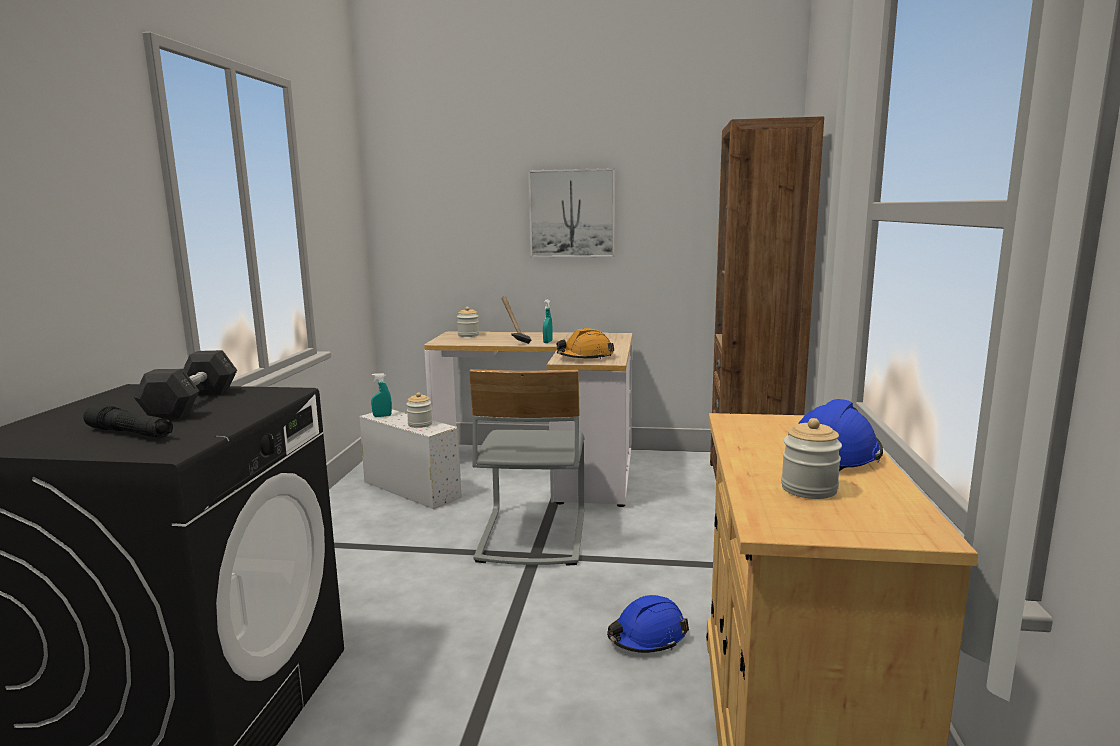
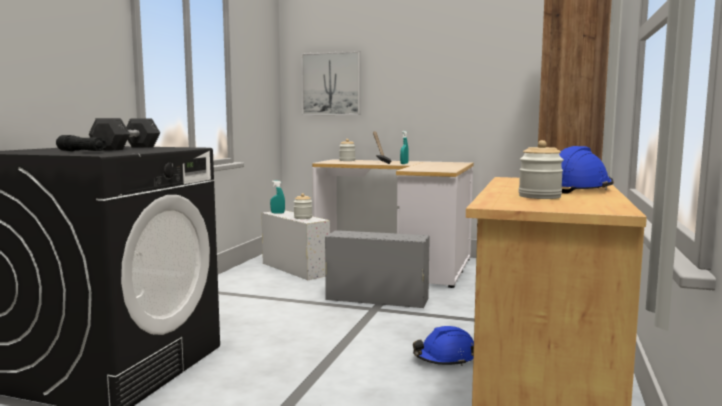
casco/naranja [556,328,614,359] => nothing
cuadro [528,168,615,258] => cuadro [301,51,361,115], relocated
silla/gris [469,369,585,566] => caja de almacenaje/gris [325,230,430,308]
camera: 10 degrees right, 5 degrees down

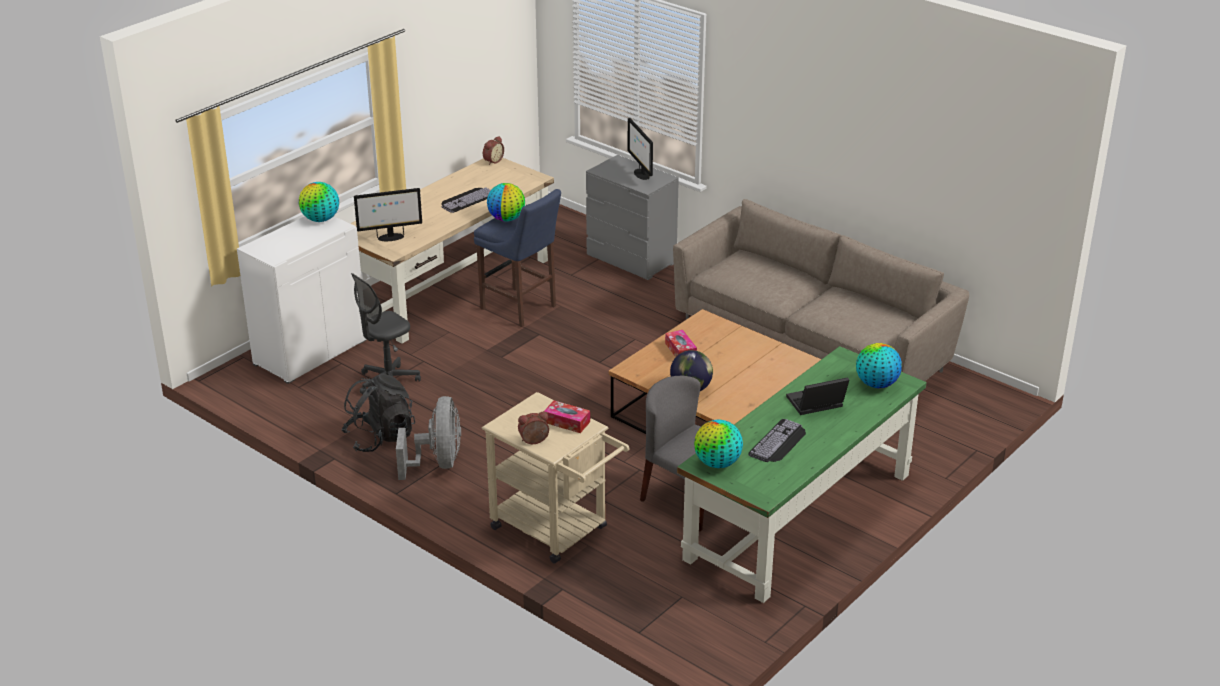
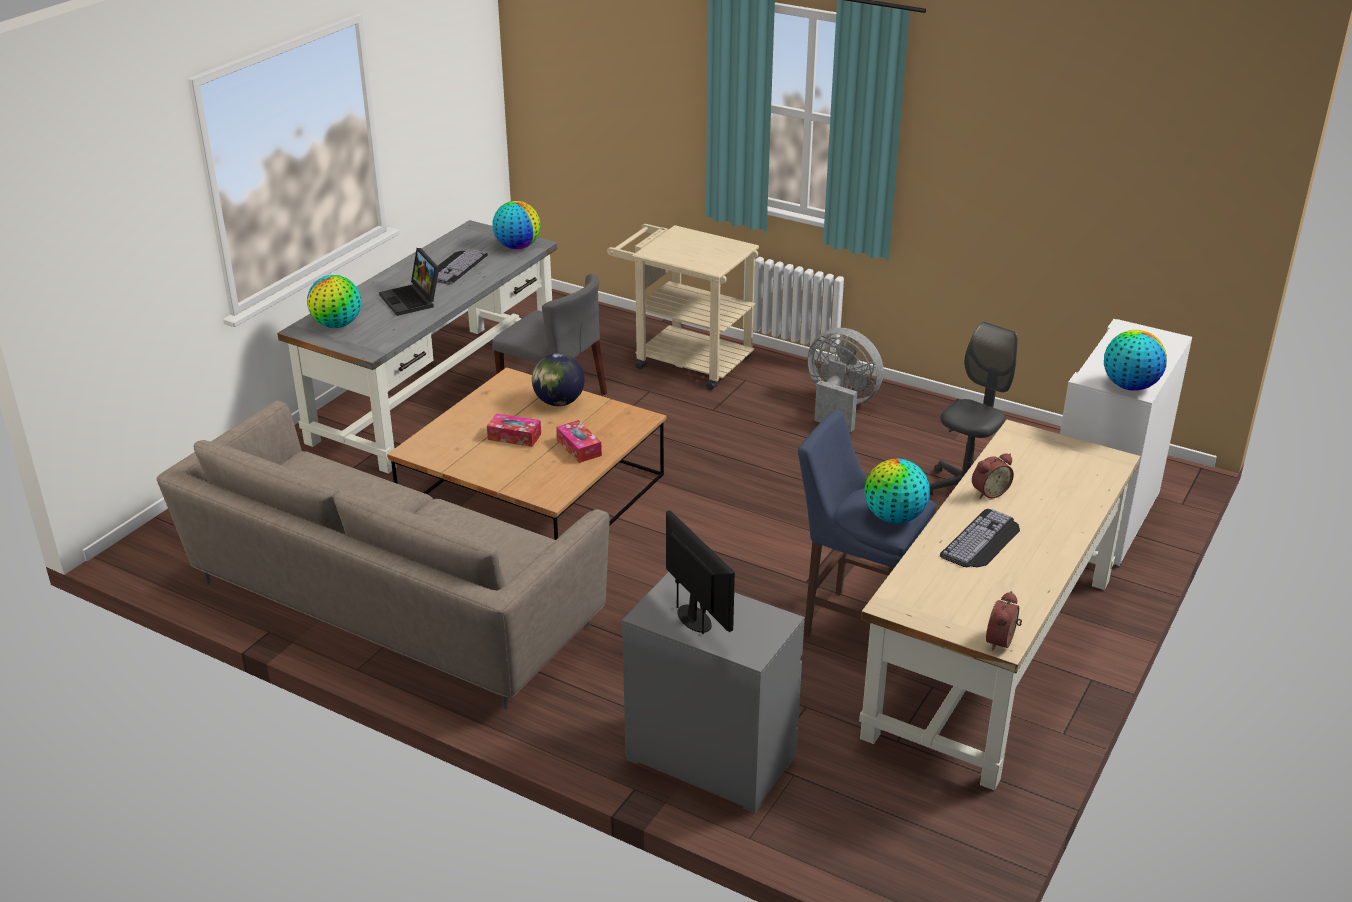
mochila/negro [342,373,415,452] => nothing
monitor [354,188,422,241] => nothing
despertador [518,412,549,444] => despertador [972,453,1014,499], relocated
caja de pañuelos [544,400,590,433] => caja de pañuelos [487,413,541,447], relocated
escritorio/verde [677,346,927,603] => escritorio/gris [277,220,557,474]
ventilador/gris [396,396,461,480] => ventilador/gris [807,328,884,432], 135 degrees clockwise
portátil [786,377,849,415] => portátil [379,248,439,316], 90 degrees clockwise
camera: 170 degrees right, 0 degrees up

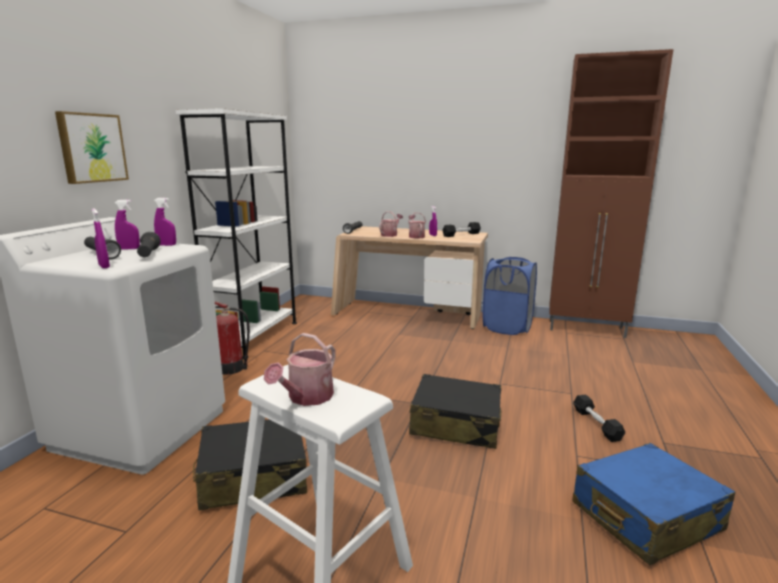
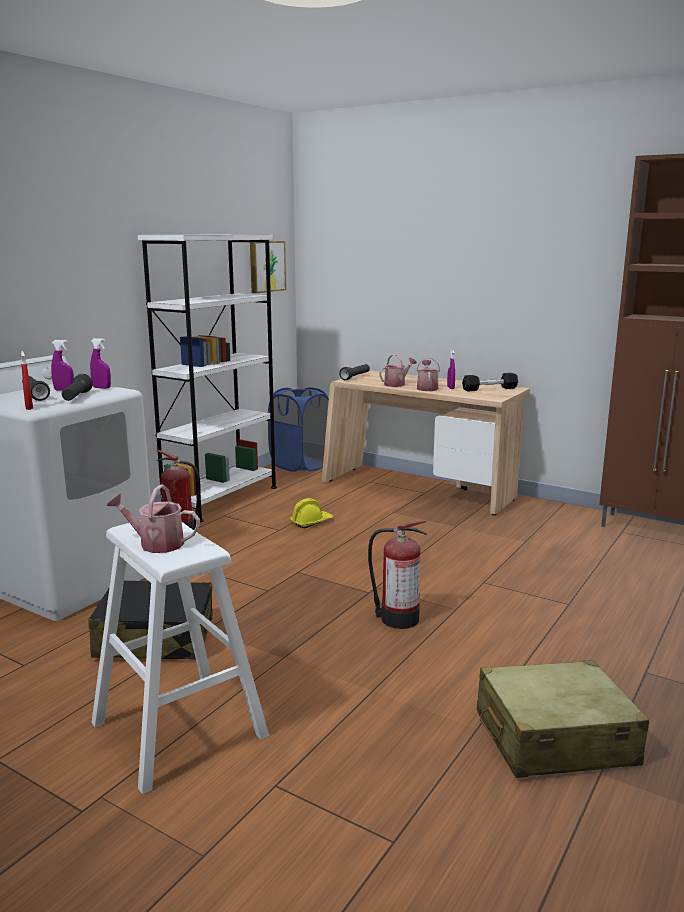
mancuerna/negro [573,395,625,442] => nothing
nothing => casco/amarillo [290,498,333,528]
cuadro [55,111,129,184] => cuadro [250,241,286,293], relocated
cesto de la ropa/azul [483,257,537,335] => cesto de la ropa/azul [268,387,329,472], relocated
maleta/negro [409,374,501,449] => extintor [368,520,427,629]
pulverizador/morado [92,209,110,268] => pulverizador/rojo [21,351,33,410]
maleta/azul [572,443,735,565] => maleta/beis [477,660,649,778]
regadera [264,333,336,406] => regadera [106,484,200,553], 60 degrees clockwise
camera: 15 degrees right, 0 degrees up

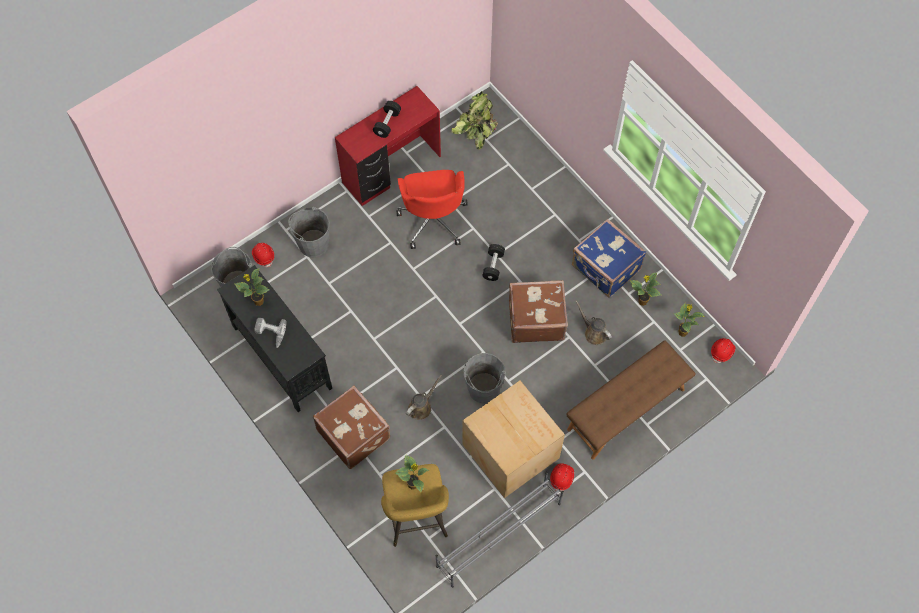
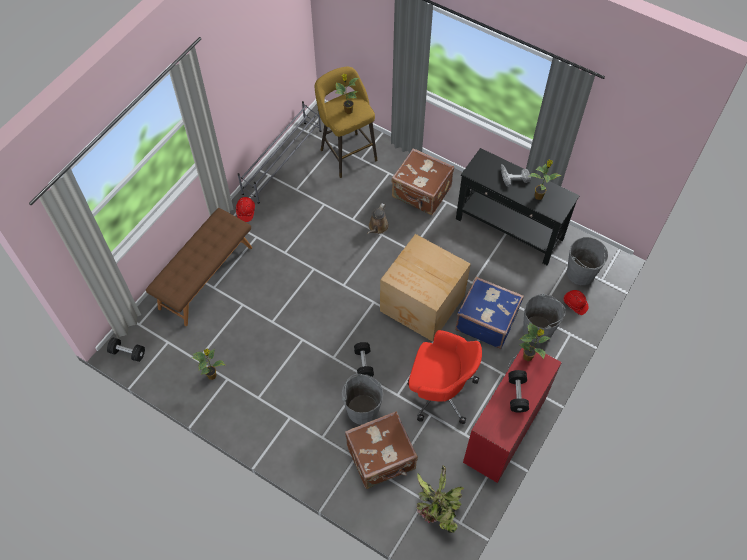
regadera/marrón [575,300,612,345] => nothing
caja de cartón [462,381,565,498] => caja de cartón [380,234,471,342], relocated
cubo/gris [463,353,506,403] => cubo/gris [342,374,383,425], relocated
maleta/marrón [509,280,568,343] => maleta/marrón [345,411,418,489], relocated
maleta/azul [572,219,646,298] => maleta/azul [455,276,524,349], relocated
planta en maceta [674,303,705,337] => planta en maceta [519,322,551,361], relocated
casco/rojo [711,338,736,363] => mancuerna/negro [107,338,145,362]
silla de oficina/rojo [396,170,468,249] => silla de oficina/rojo [408,330,482,424], 135 degrees clockwise
camera: 160 degrees right, 5 degrees down

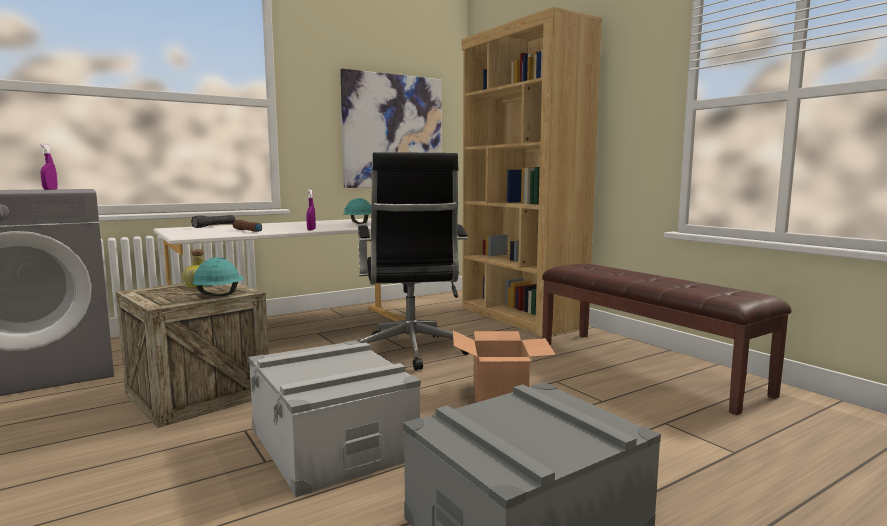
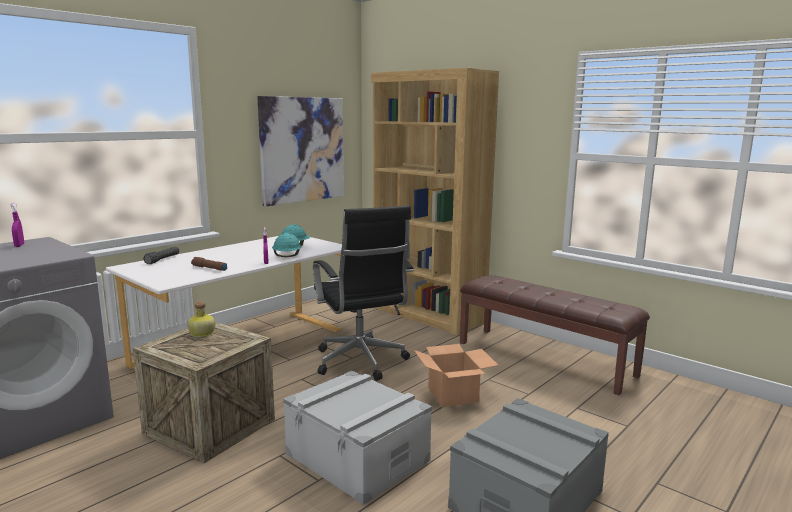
casco/turquesa [192,257,244,296] => casco/turquesa [272,233,302,257], relocated
camera: 15 degrees left, 5 degrees up

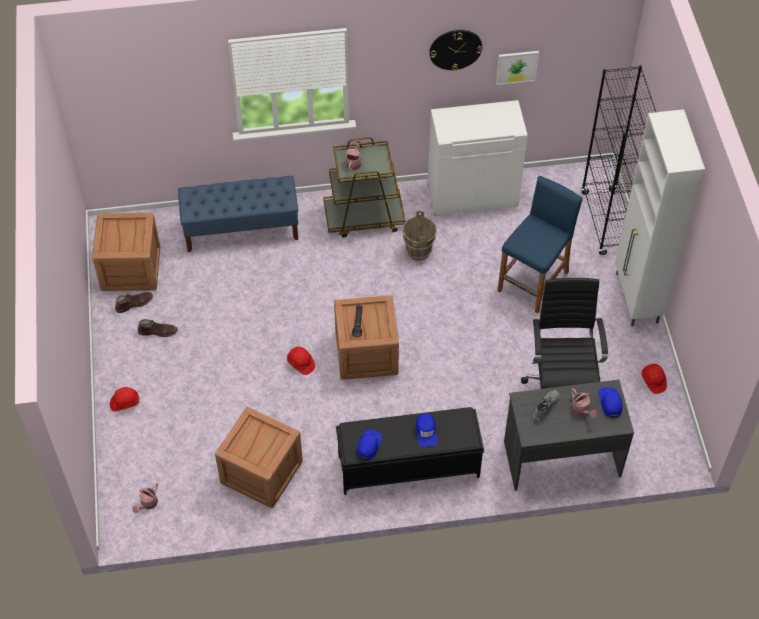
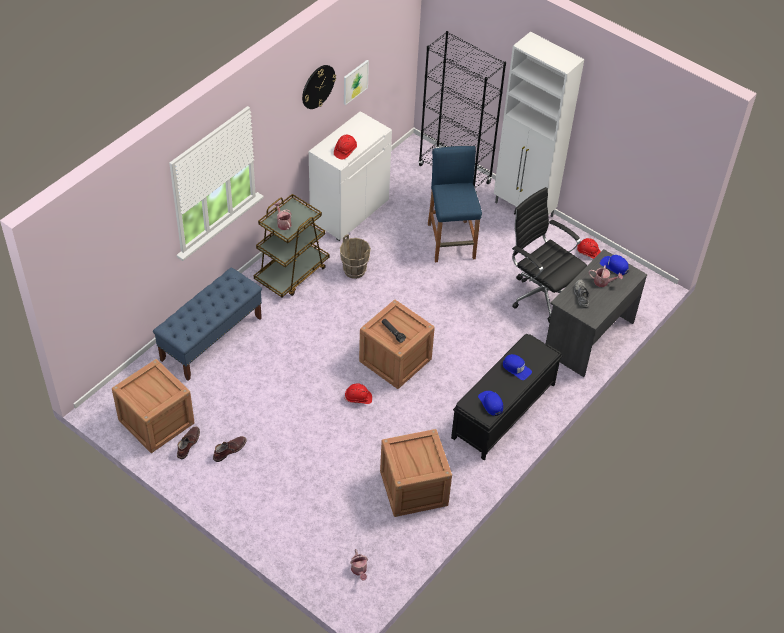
casco/rojo [110,387,140,411] => casco/rojo [334,135,357,160], relocated
camera: 45 degrees left, 5 degrees down

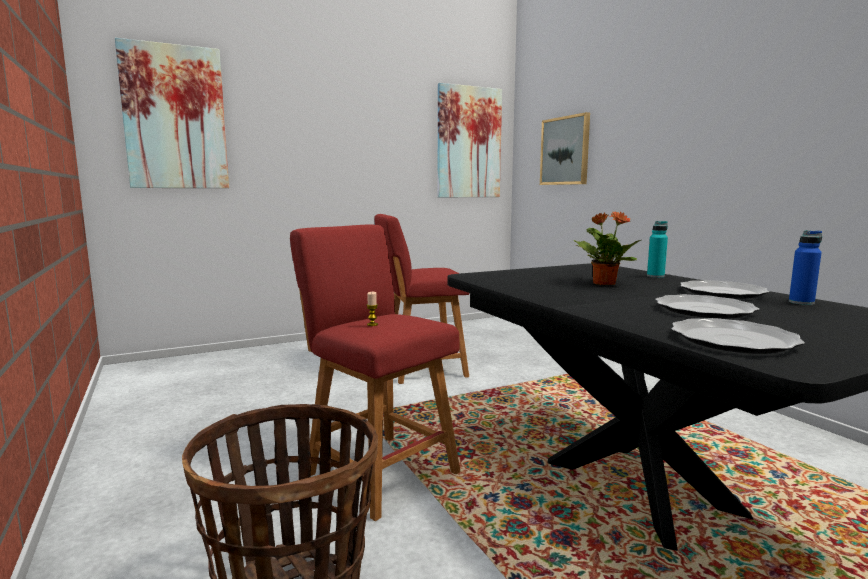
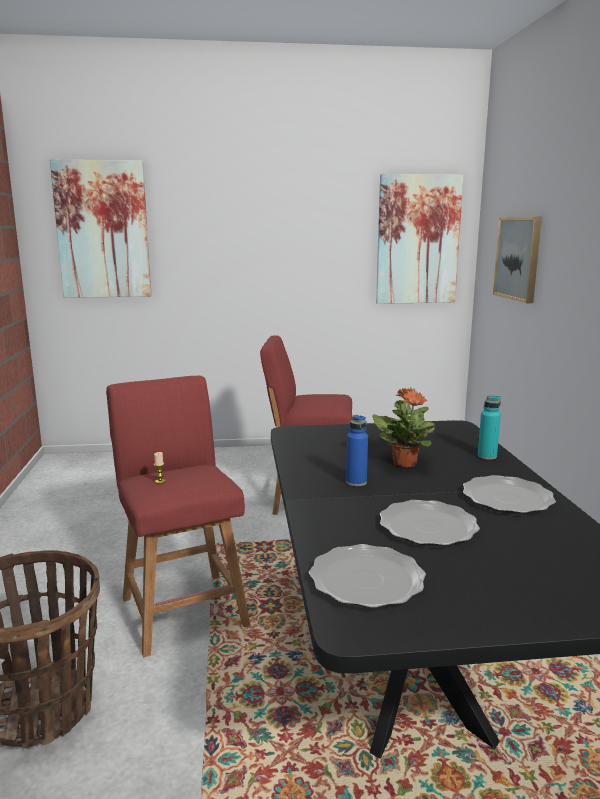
botella/azul [789,230,822,305] => botella/azul [346,415,368,486], relocated
camera: 20 degrees right, 5 degrees up

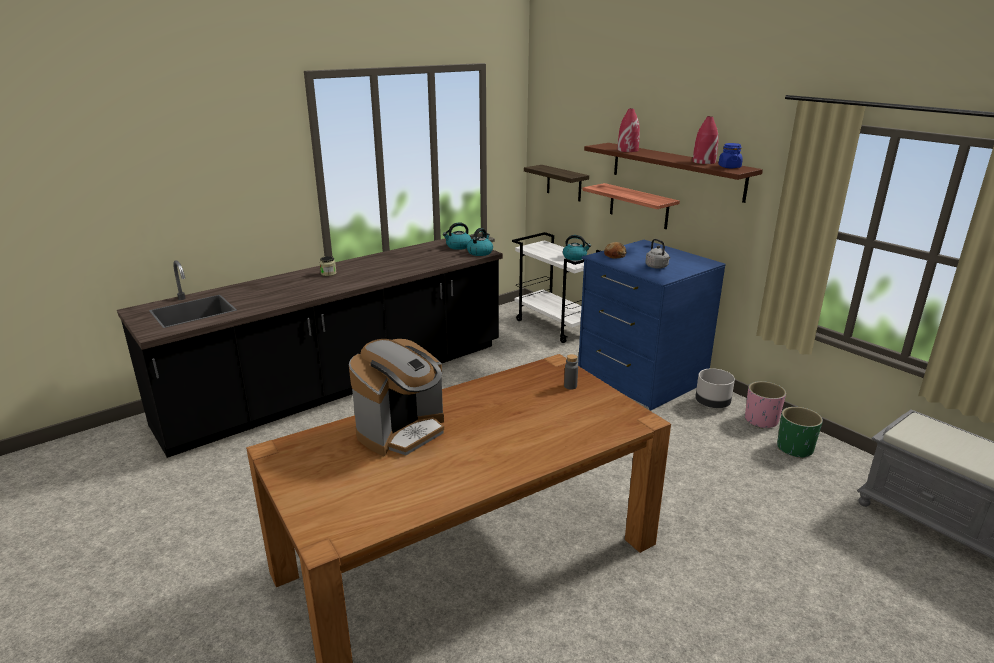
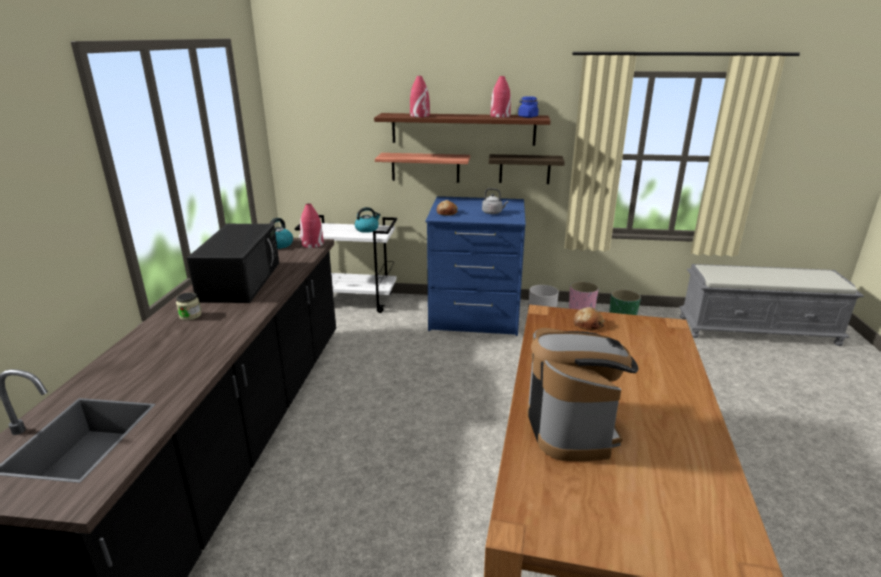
nothing => microondas/negro [187,224,279,303]
estante [524,165,589,201] => estante [489,154,565,184], relocated
hervidor [467,228,493,256] => florero/rojo [300,203,324,248]
botella/gris [564,354,578,390] => pan [573,307,605,331]
camera: 45 degrees left, 0 degrees up

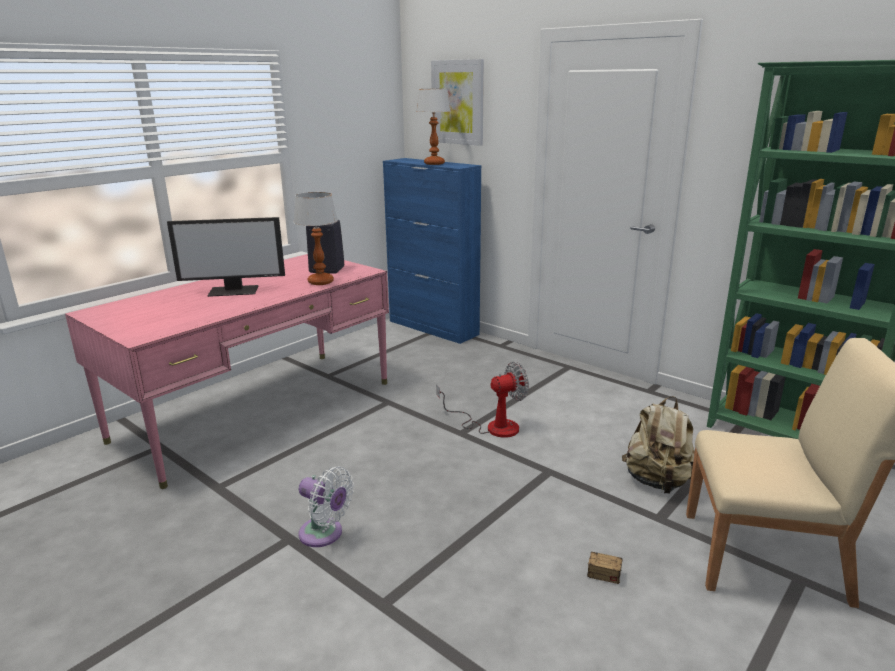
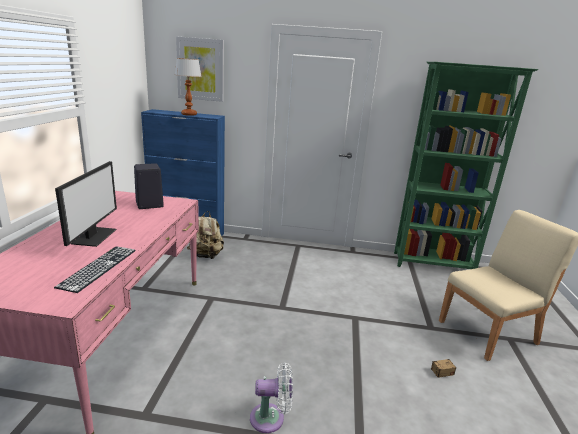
lámpara de mesa [294,192,338,285] => nothing
ventilador [437,362,529,438] => nothing
nothing => teclado [54,246,136,293]
mochila/beis [622,396,695,493] => mochila/beis [187,211,224,259], relocated
monitor [167,217,285,297] => monitor [55,161,117,247], 45 degrees counterclockwise
camera: 35 degrees left, 0 degrees up

